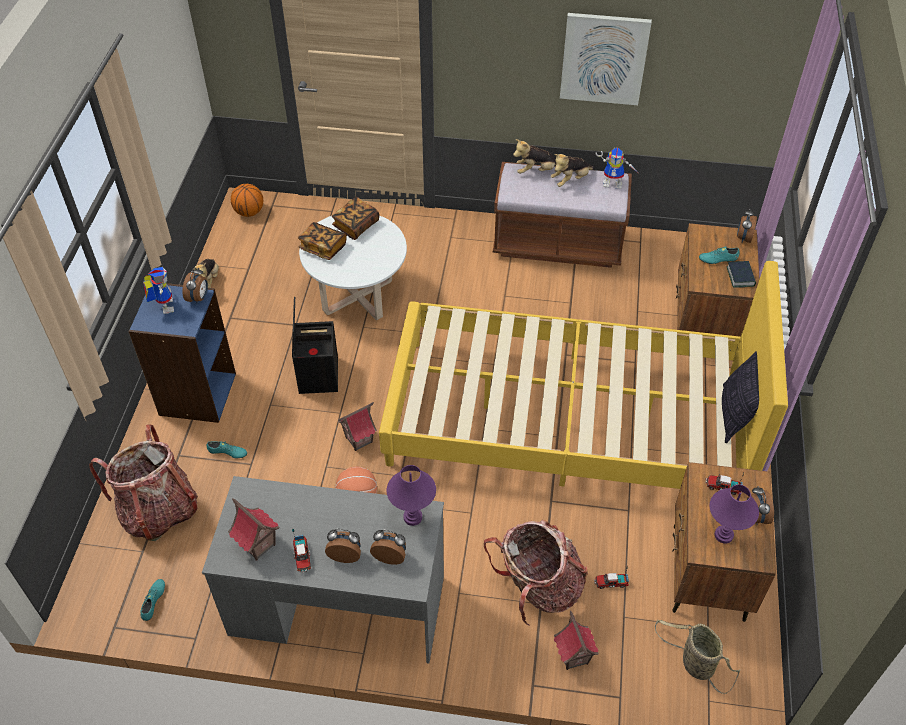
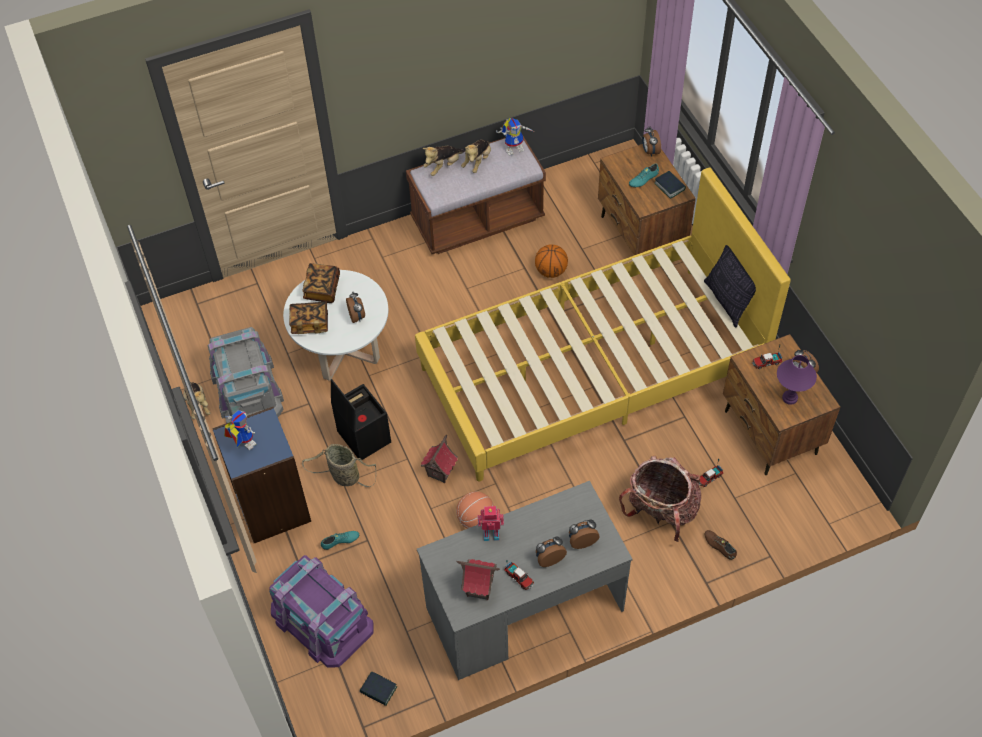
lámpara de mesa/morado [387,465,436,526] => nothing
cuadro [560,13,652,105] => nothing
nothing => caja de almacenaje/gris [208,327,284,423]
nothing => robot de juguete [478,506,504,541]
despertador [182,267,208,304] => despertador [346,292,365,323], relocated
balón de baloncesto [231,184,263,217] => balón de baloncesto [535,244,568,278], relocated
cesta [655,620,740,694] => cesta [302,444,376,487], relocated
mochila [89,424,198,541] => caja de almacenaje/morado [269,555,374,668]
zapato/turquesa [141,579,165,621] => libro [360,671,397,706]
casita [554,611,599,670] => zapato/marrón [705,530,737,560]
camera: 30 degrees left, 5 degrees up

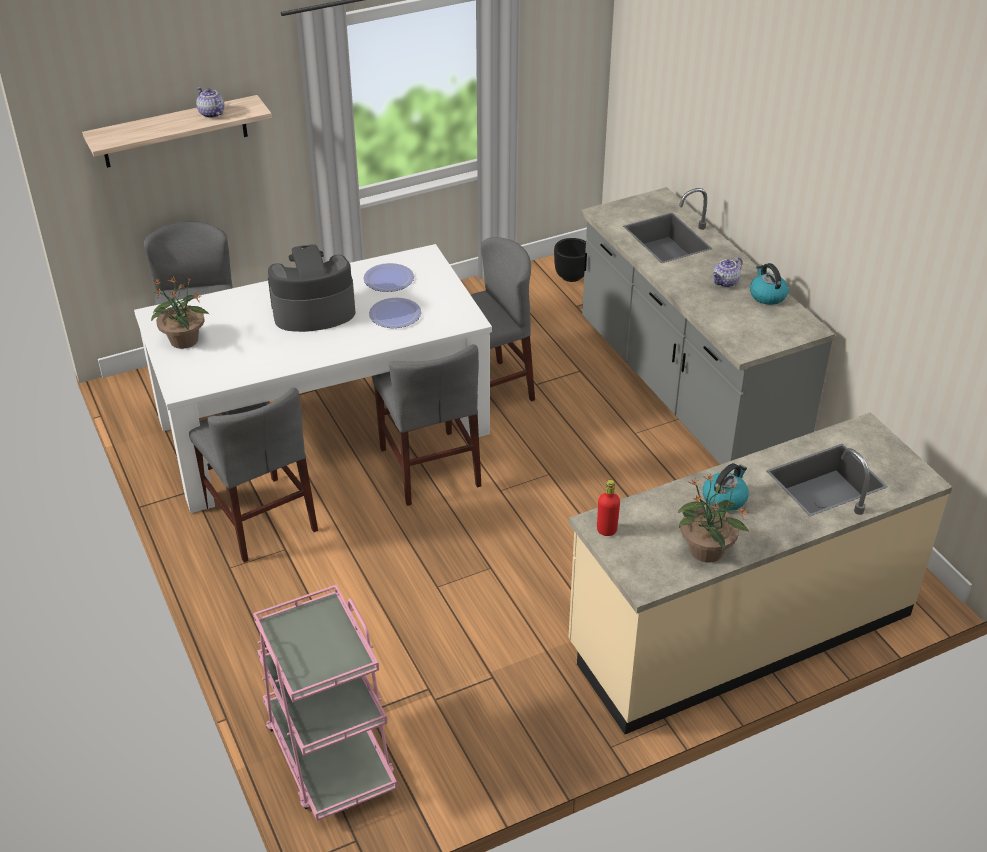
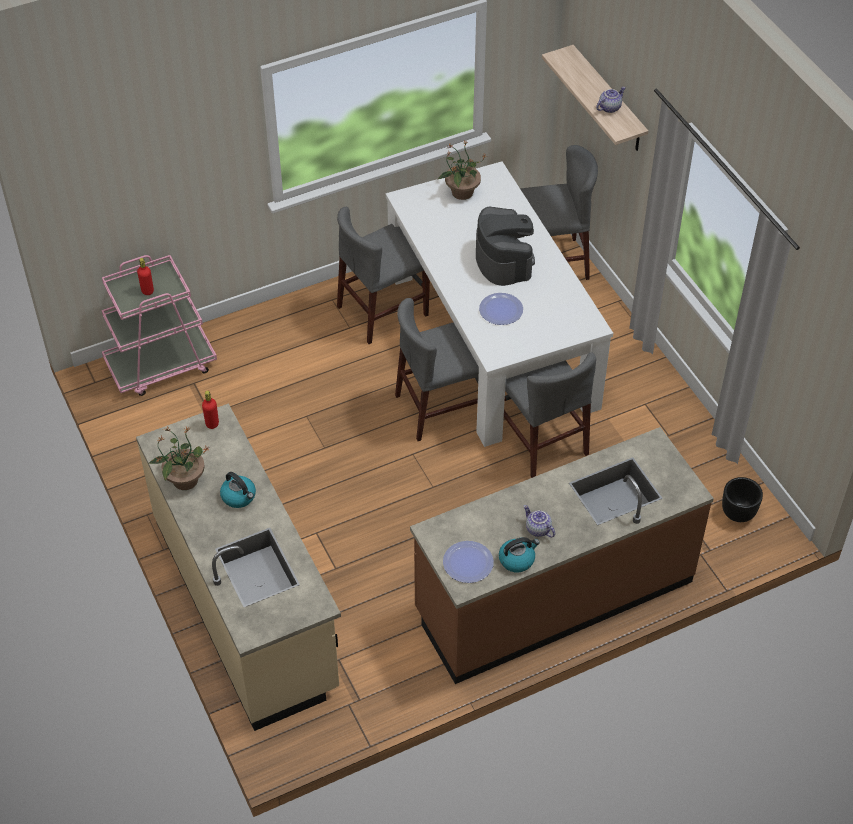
nothing => botella/rojo [137,258,154,295]
plato [364,263,414,292] => plato [443,541,494,583], relocated
mueble bajo de cocina/gris [581,187,835,465] => mueble bajo de cocina/marrón [410,427,714,684]
camera: 90 degrees right, 10 degrees up

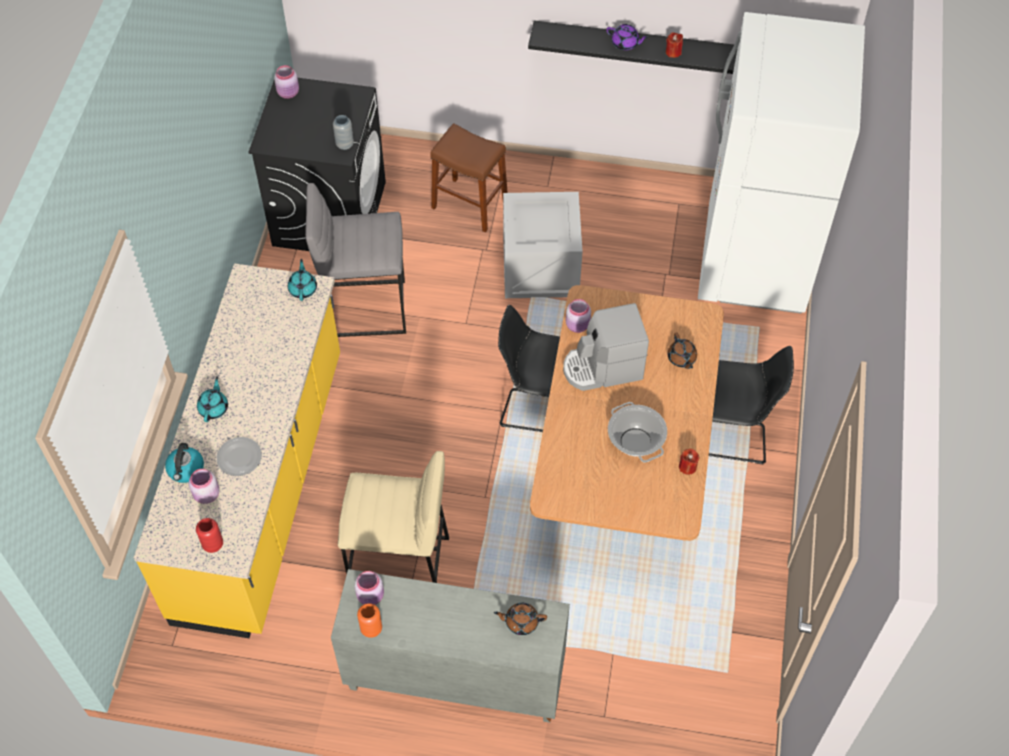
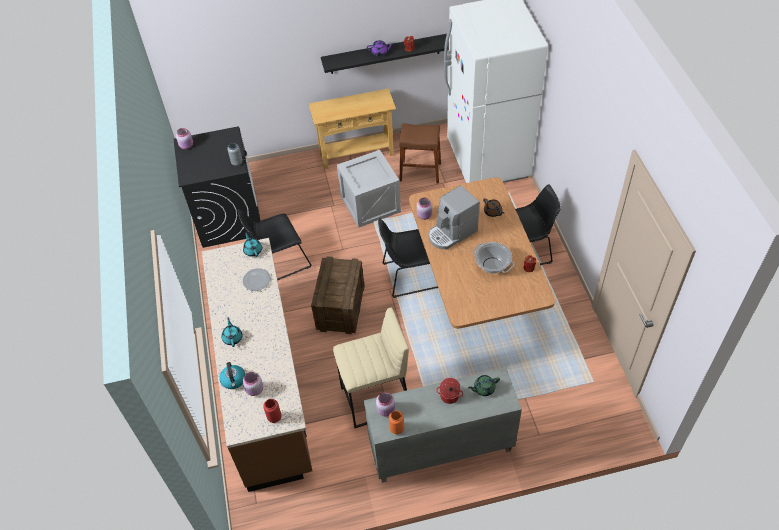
nothing => mesa consola/beis [309,88,396,169]
nothing => caja de embalaje [311,256,365,334]
nothing => olla [436,378,463,404]
plato [217,437,262,476] => plato [243,268,271,291], relocated
taburete/marrón [430,123,508,232] => taburete/marrón [399,123,441,183], relocated
taburete/gris [305,183,406,337] => silla/negro [238,209,312,280]
mueble bajo de cocina/amarillo [134,263,340,638] => mueble bajo de cocina/marrón [202,238,312,492]
tetera/marrón [494,603,547,635] => tetera/verde [468,375,500,396]
camera: 20 degrees left, 5 degrees down

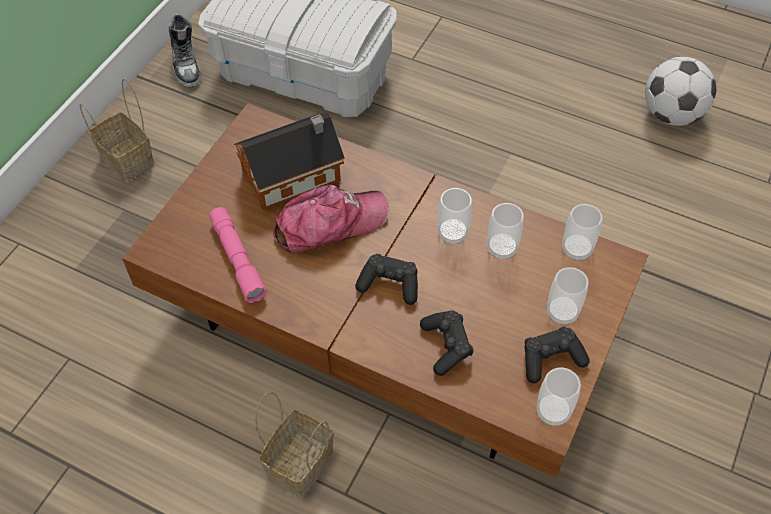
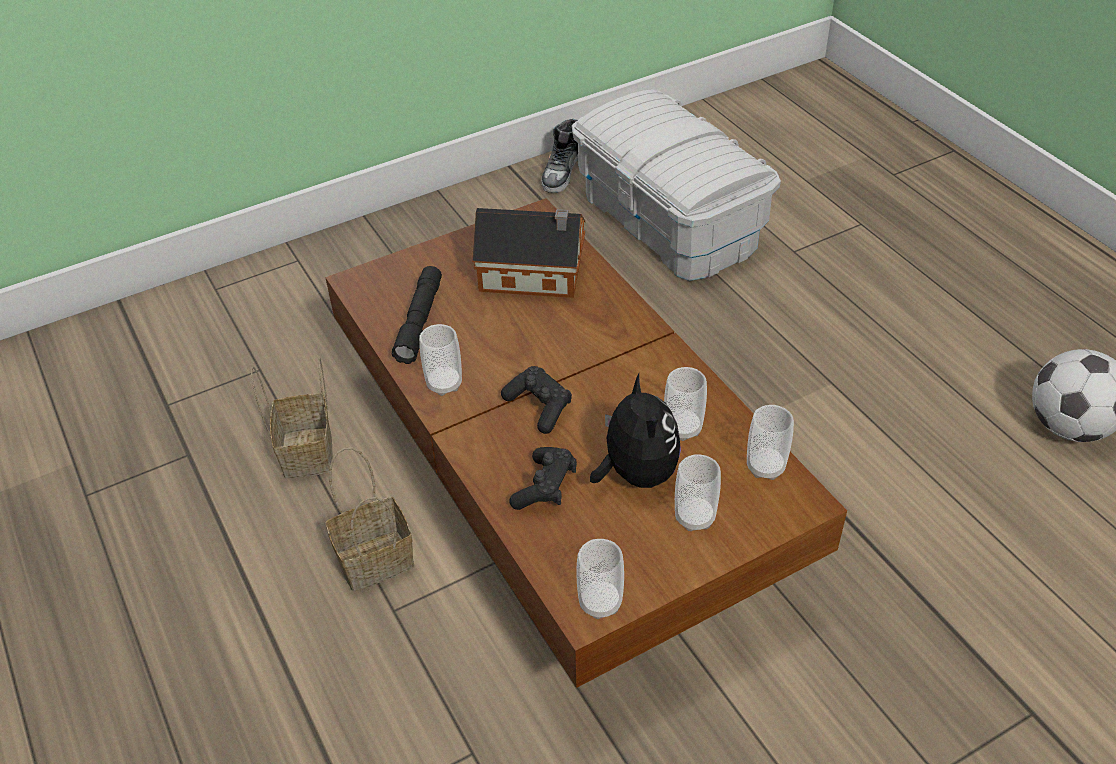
gorra [273,184,389,253] => nothing
mando de consola/negro [525,327,590,383] => nothing
nothing => peluche [590,374,681,488]
cesta [80,78,154,181] => cesta [251,358,333,478], relocated
taza [438,188,472,244] => taza [419,324,462,396], relocated
linterna/rosa [209,207,267,303] => linterna/negro [392,266,442,364]
camera: 35 degrees right, 10 degrees down

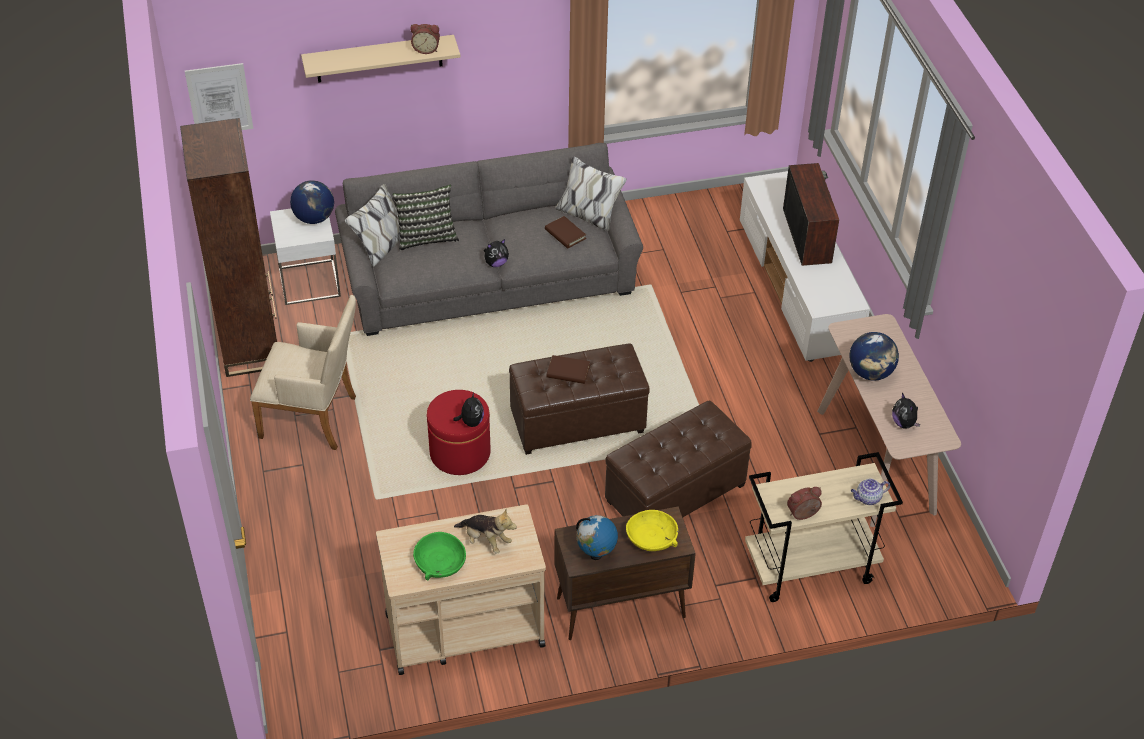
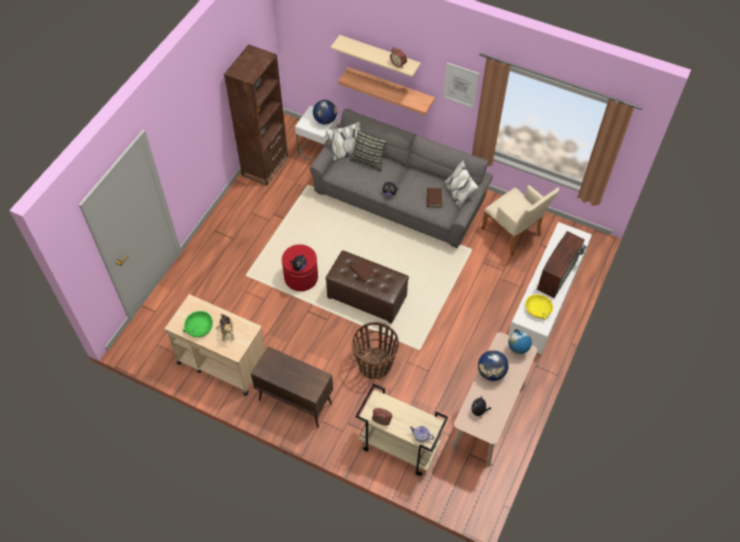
nothing => estante [338,67,435,115]
cuadro [185,63,253,130] => cuadro [443,62,479,108], relocated
sillón/beis [250,295,356,450] => sillón/beis [482,185,559,256], relocated
globo terráqueo [576,515,618,560] => globo terráqueo [508,329,532,354], relocated
cuenco/amarillo [626,510,678,551] => cuenco/amarillo [526,294,553,320], relocated
puf/marrón [605,401,752,517] => cesta [352,322,399,379]
camera: 40 degrees right, 10 degrees up

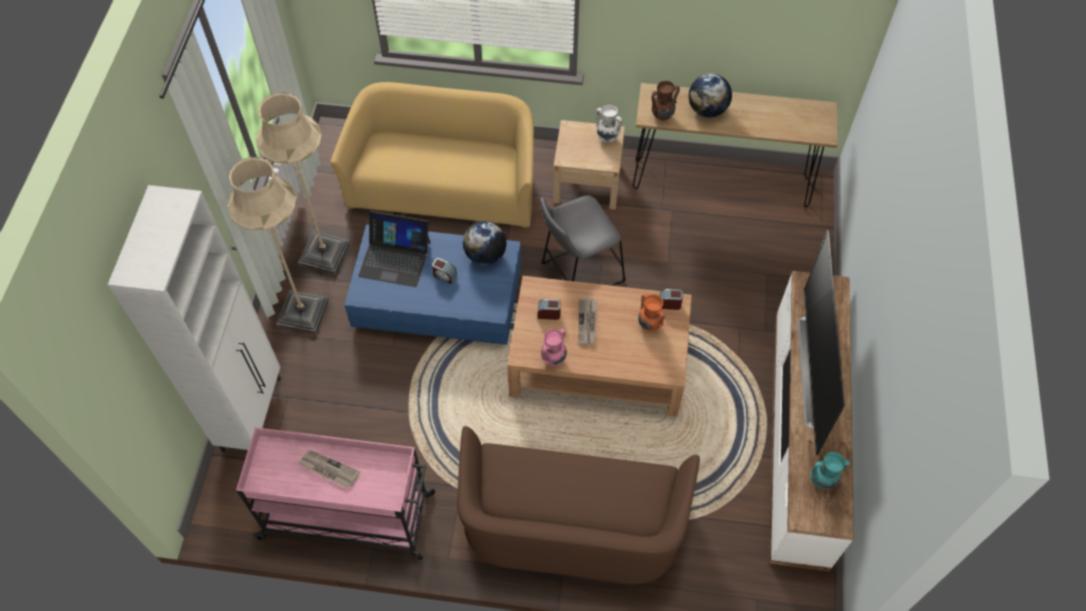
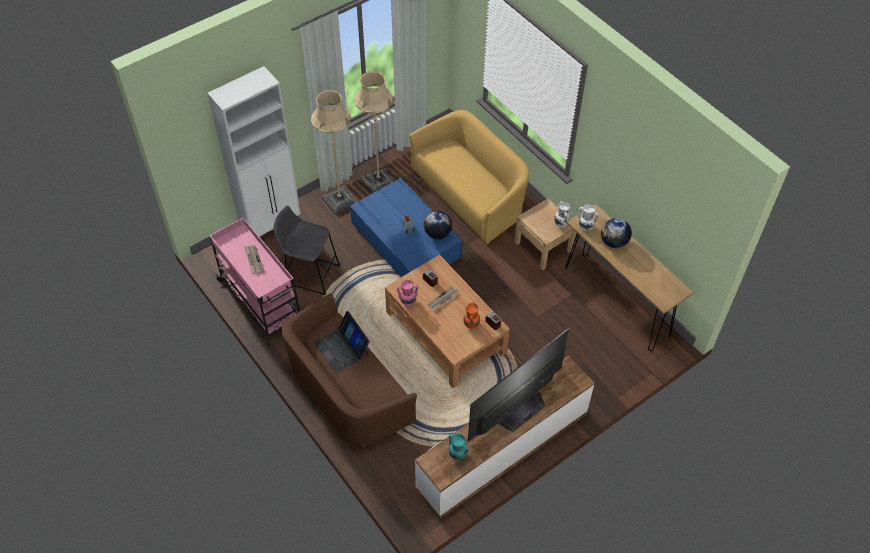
portátil [358,211,431,287] => portátil [314,311,370,373], relocated
taburete/gris [540,195,626,286] => taburete/gris [273,206,340,295], relocated
florero/marrón [651,81,680,121] => florero/blanco [578,204,599,231]
camera: 45 degrees right, 5 degrees down

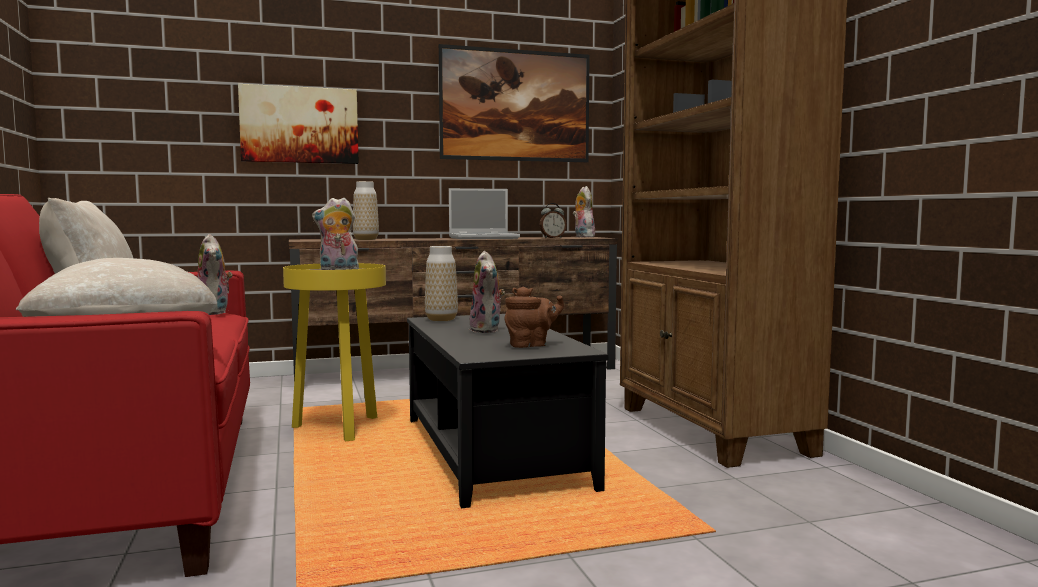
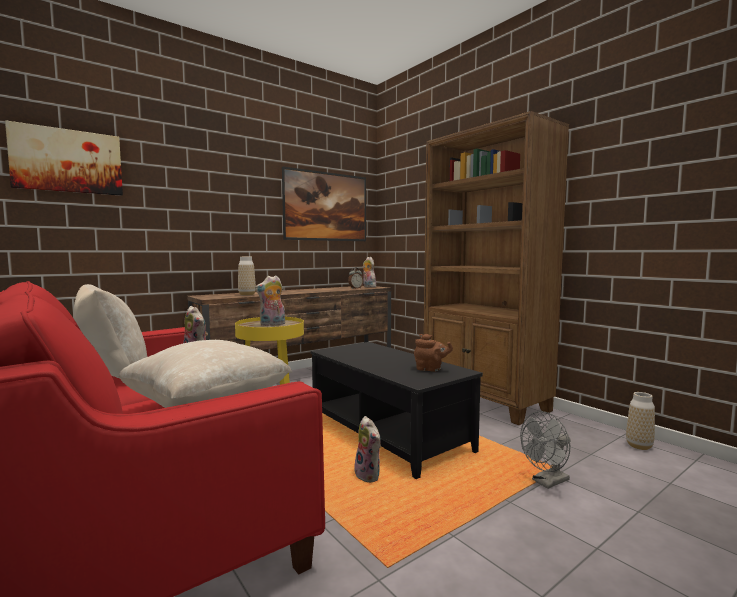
portátil [449,188,520,239] => nothing
nothing => ventilador/gris [520,411,571,489]
cuadro [238,84,359,164] => cuadro [5,120,123,196], relocated
florero [425,246,458,321] => florero [626,392,655,450], relocated
peluche [470,251,505,333] => peluche [354,416,381,482], relocated
tetera/marrón [504,286,564,348] => tetera/marrón [414,334,453,372], 60 degrees clockwise
camera: 20 degrees left, 0 degrees up

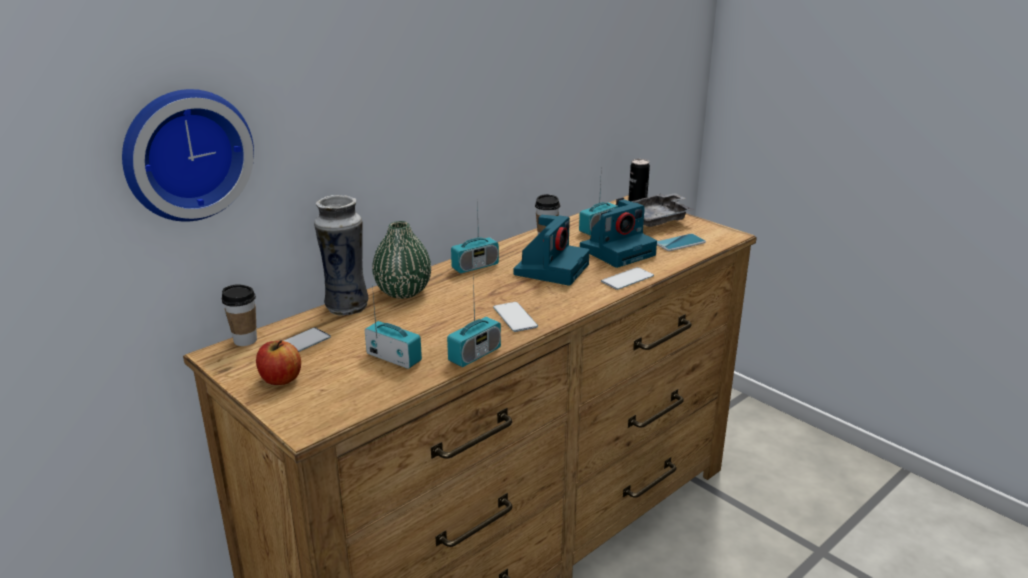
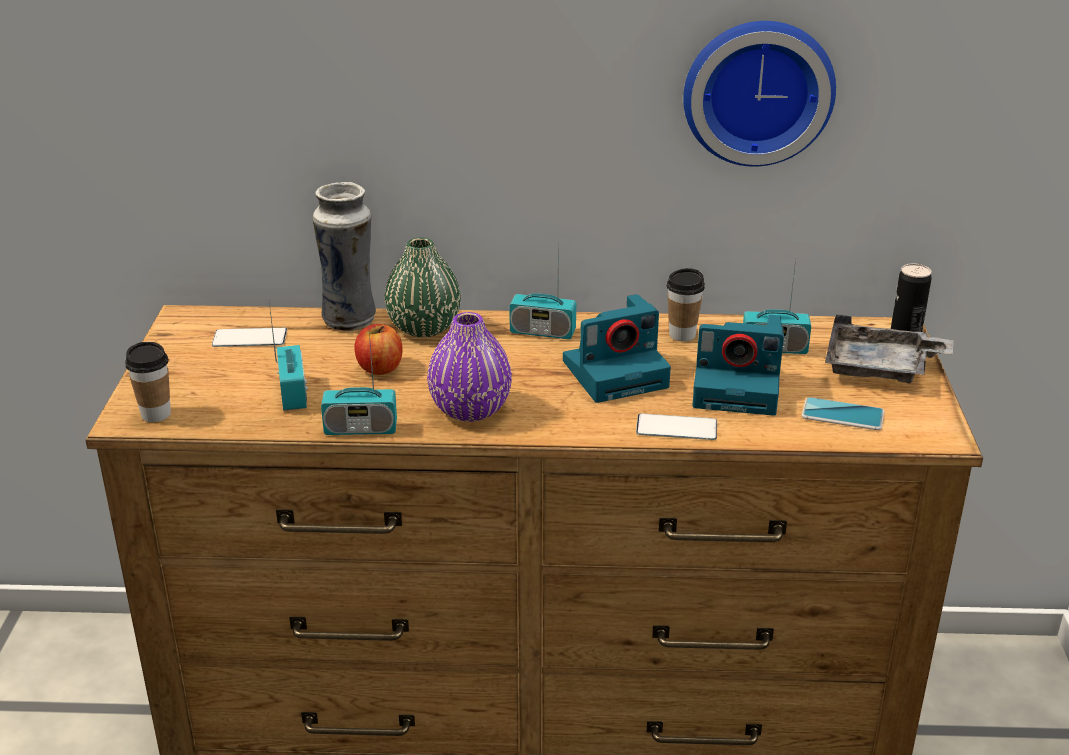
reloj de pared [122,89,254,222] => reloj de pared [683,21,836,167], relocated
taza [222,284,257,346] => taza [125,342,171,422], relocated
manzana [256,340,301,385] => manzana [354,324,403,375], relocated
móvil [493,302,538,332] => florero/morado [427,312,512,422]
camera: 45 degrees right, 5 degrees up

